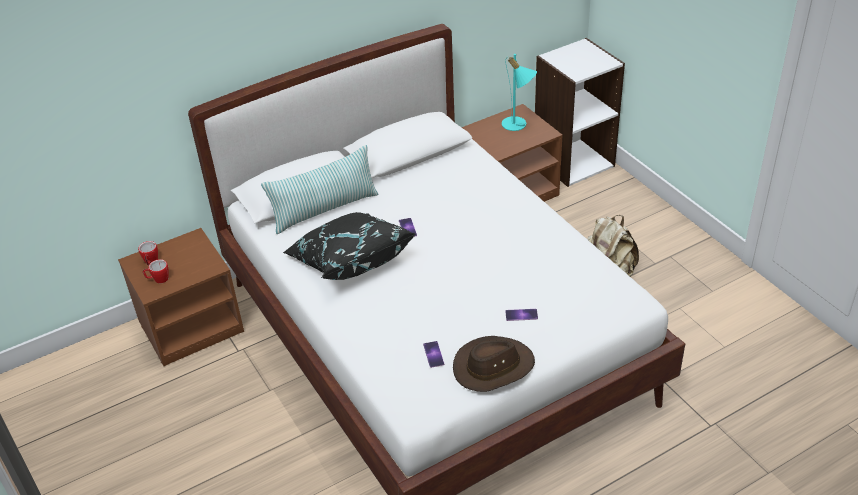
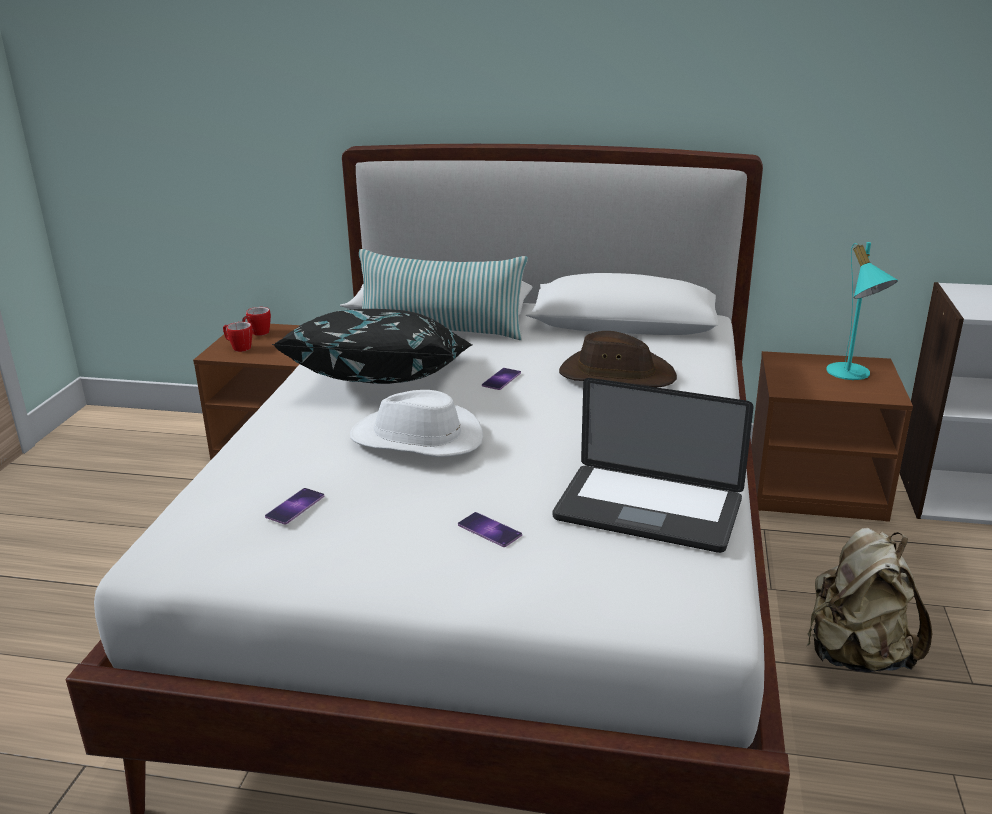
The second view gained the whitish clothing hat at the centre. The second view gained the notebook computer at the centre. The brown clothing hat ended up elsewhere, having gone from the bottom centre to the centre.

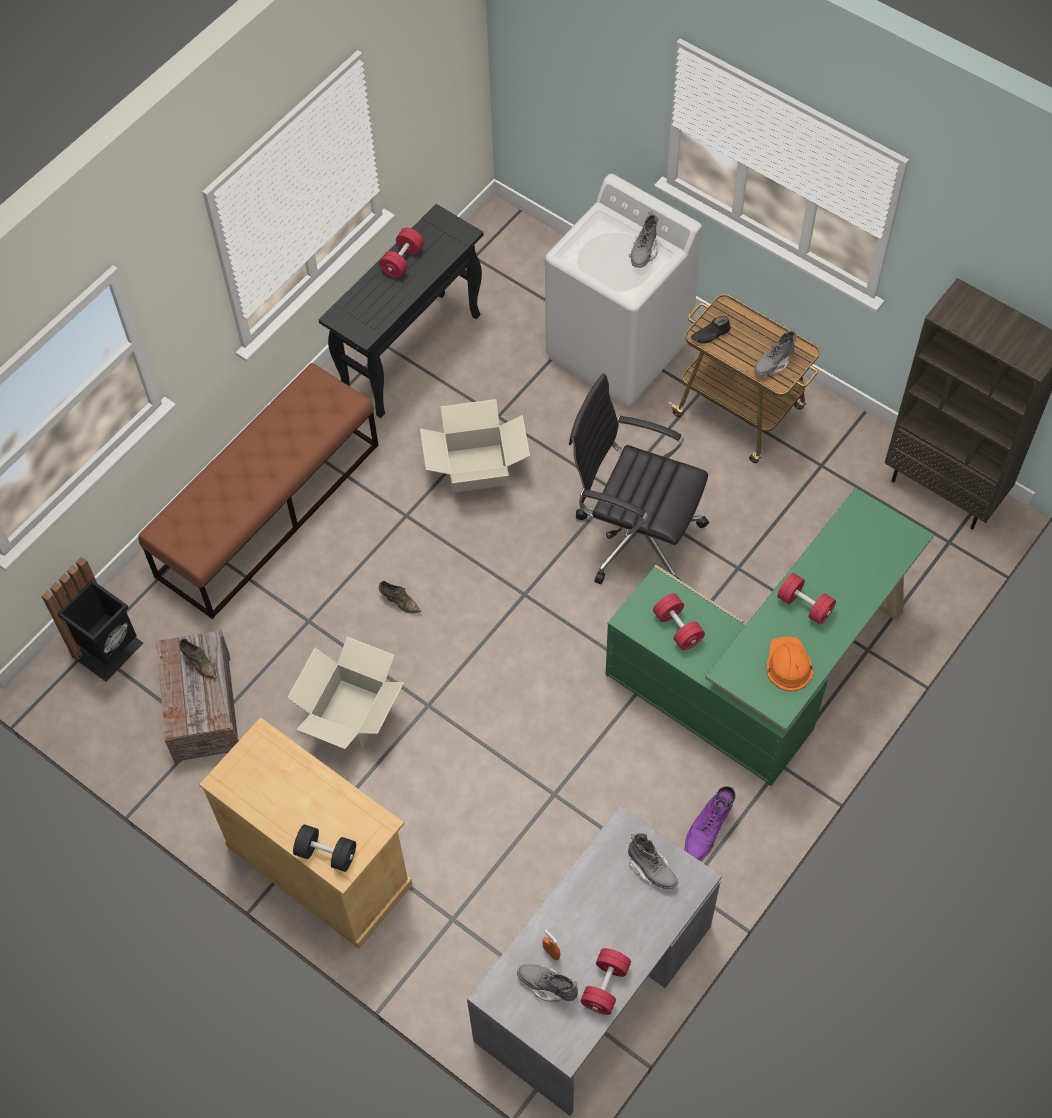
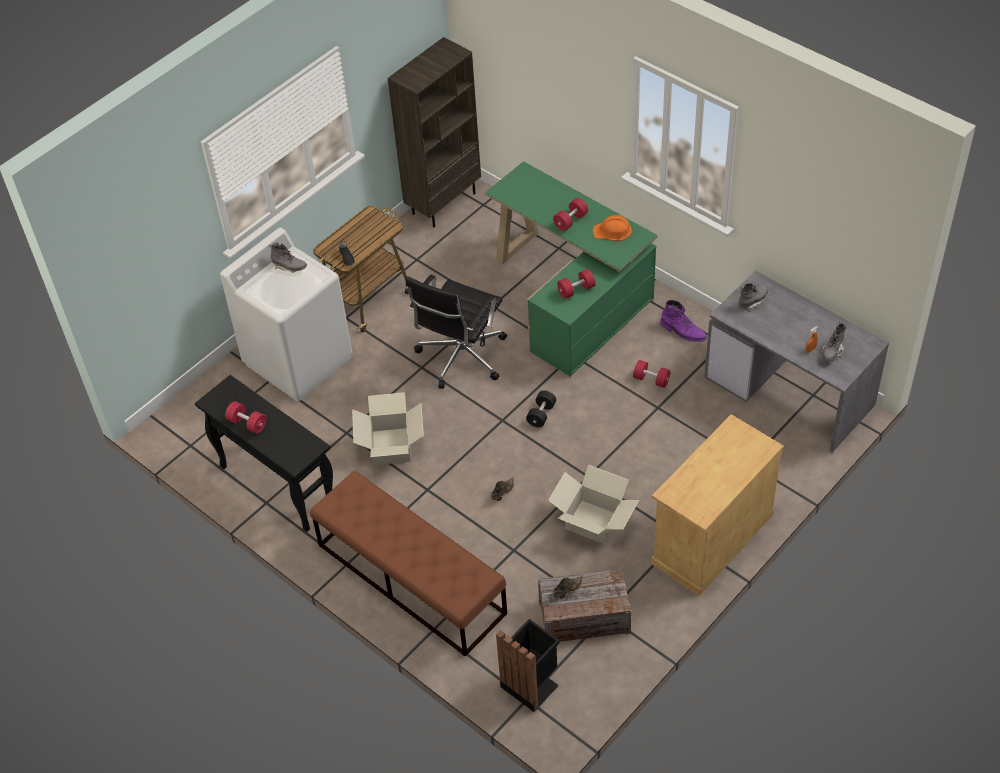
The second view lost the gray boot (4th from left) at the top right. The blackish free weight ended up elsewhere, having gone from the bottom left to the centre. The red-coloured free weight (2nd from left in the first image) ended up elsewhere, having gone from the bottom centre to the centre.

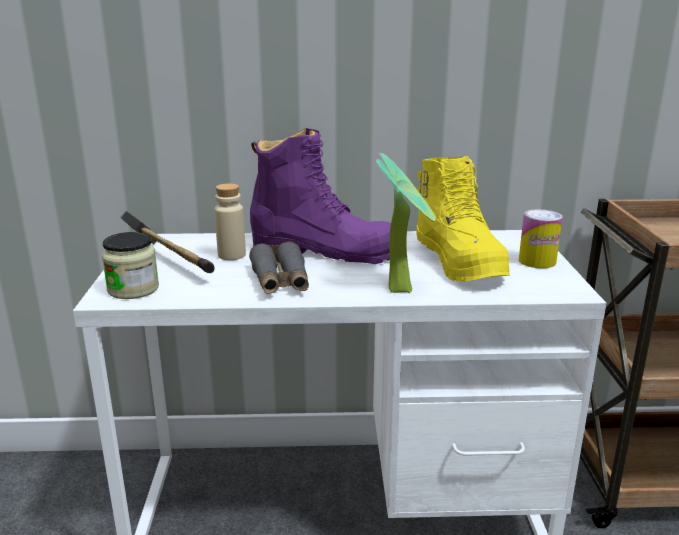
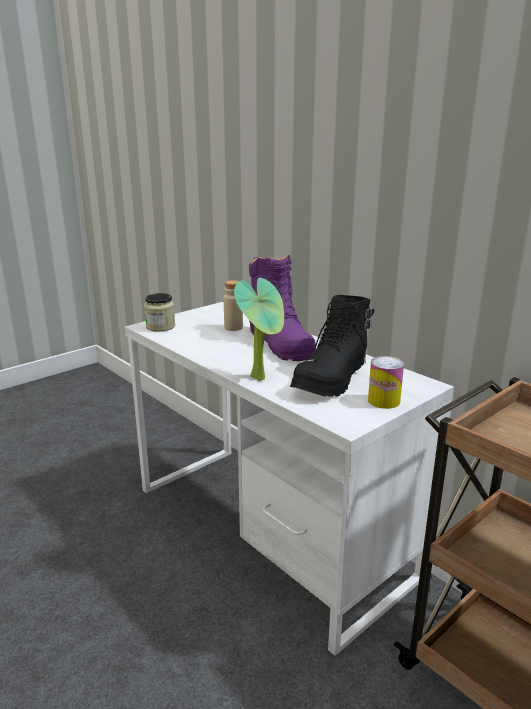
The second view lost the hand hammer at the middle left. The second view lost the gray binoculars at the centre. What was the yellow boot at the middle right turned into the blackish boot at the centre.

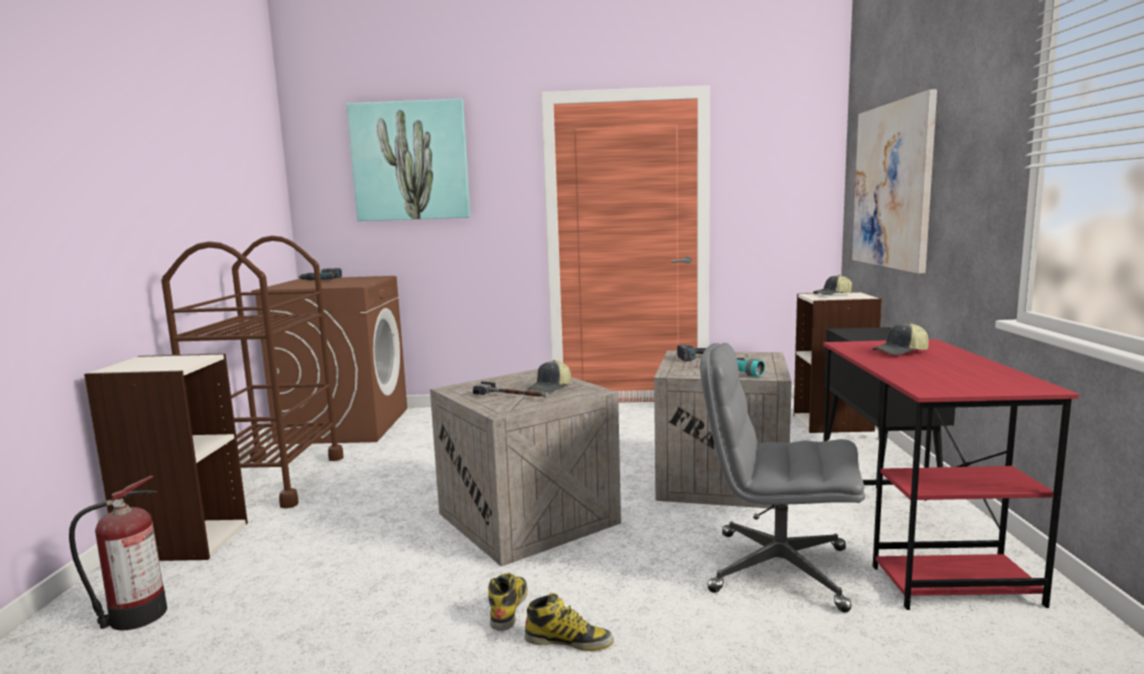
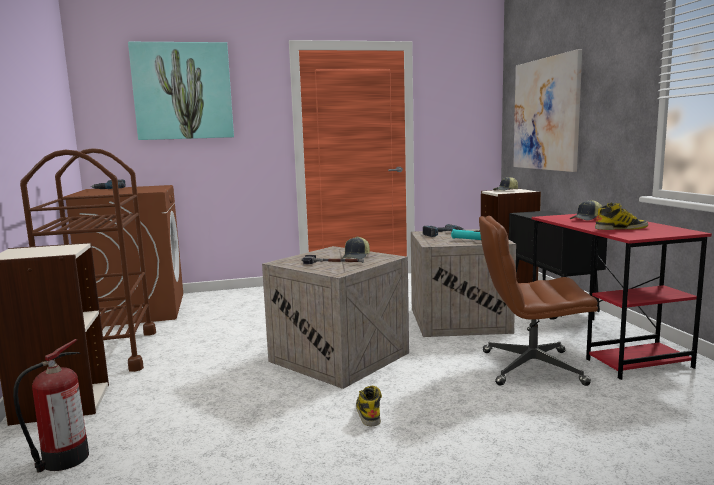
The boot (2nd from left) ended up elsewhere, having gone from the bottom centre to the middle right. What was the gray desk chair at the bottom right turned into the brown desk chair at the middle right.

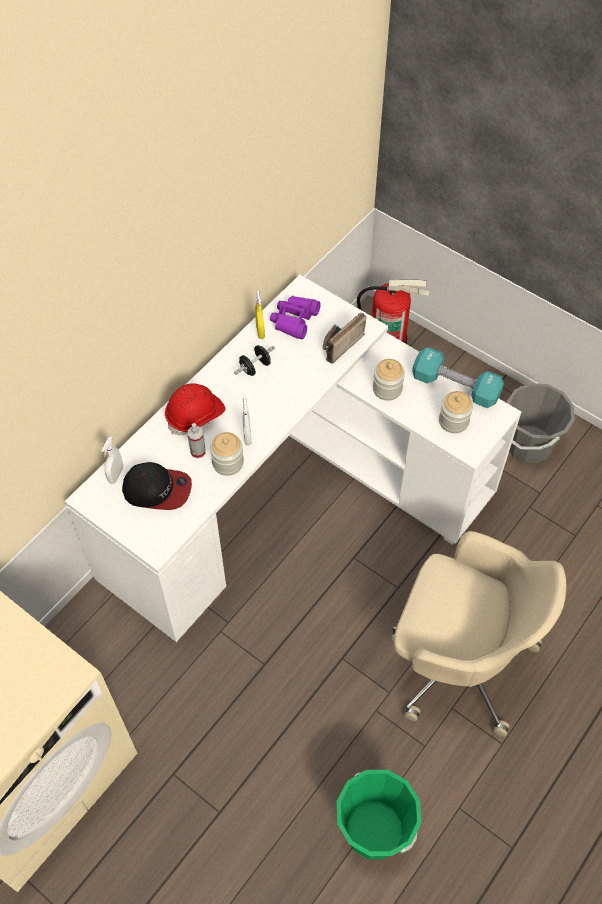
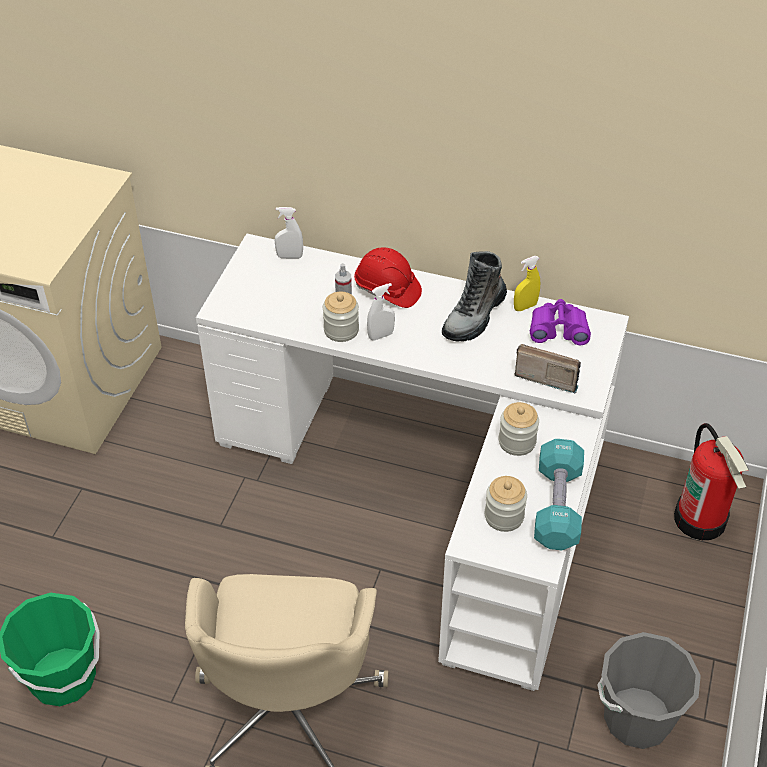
The second view lost the peaked cap at the middle left. Where the blackish free weight stood at the centre, the boot came to stand at the centre.

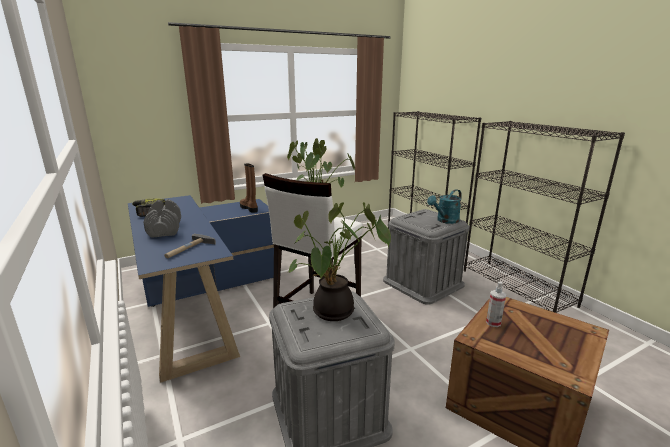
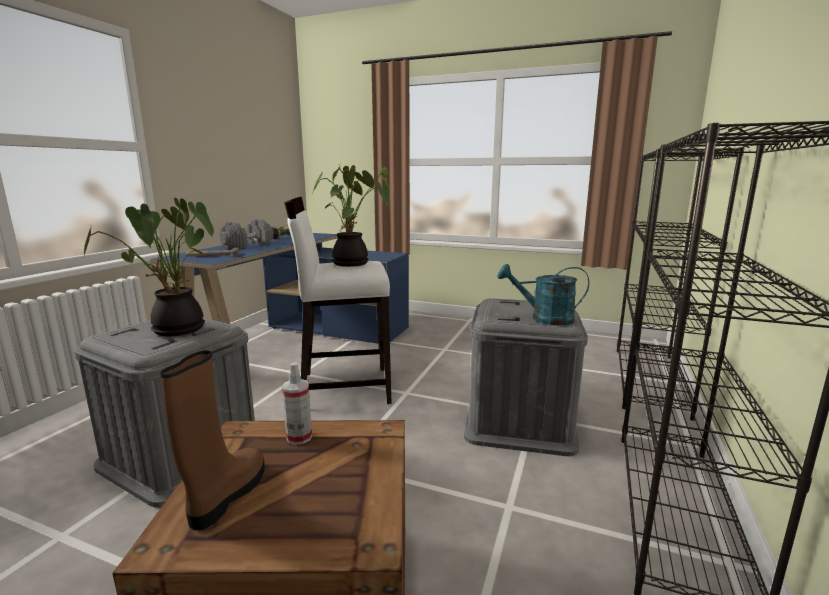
The brown boot ended up elsewhere, having gone from the centre to the bottom left.

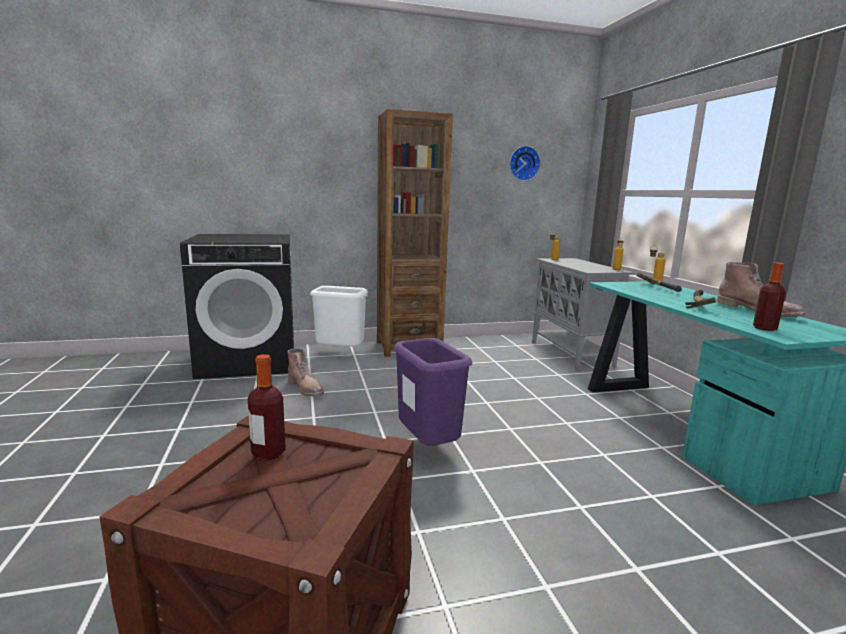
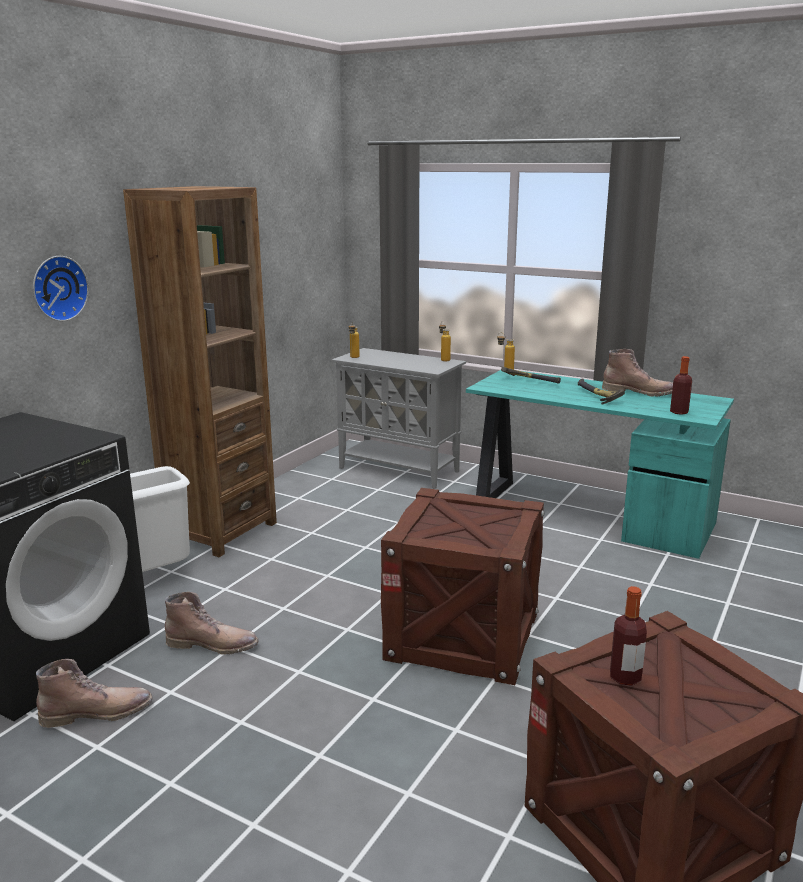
The second view gained the brown boot (1st from left) at the bottom left. The wall clock ended up elsewhere, having gone from the top centre to the top left. Where the purple rubbish bin stood at the centre, the shipping crate (1st from left) came to stand at the centre.

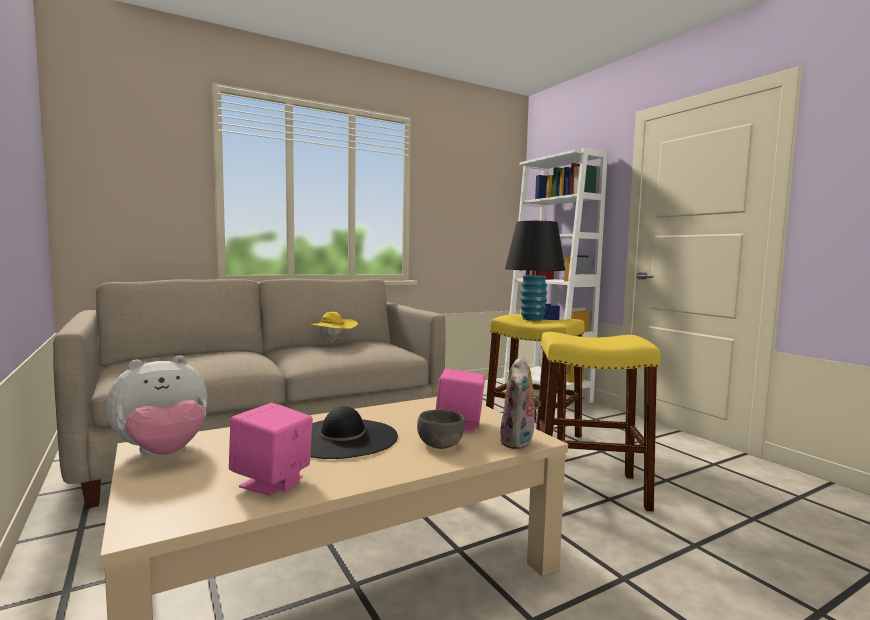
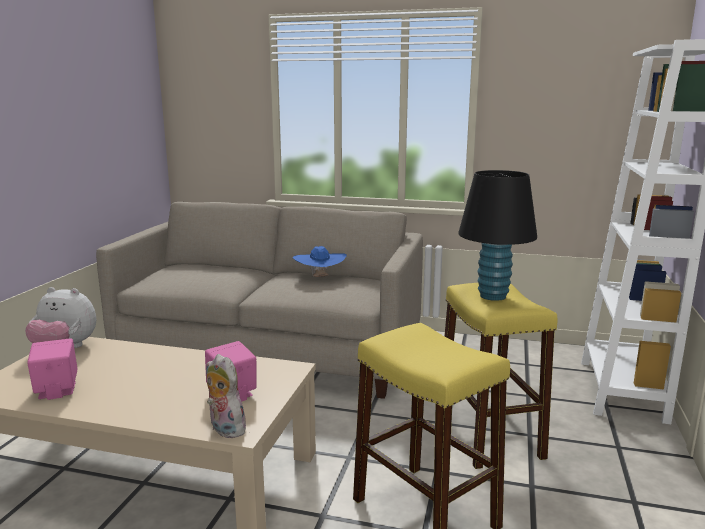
The second view lost the blackish clothing hat at the bottom centre. The second view lost the gray bowl at the bottom centre. What was the yellow clothing hat at the centre turned into the blue-coloured clothing hat at the centre. The plush toy (2nd from left) at the centre ended up facing another way, 75 degrees clockwise from before.

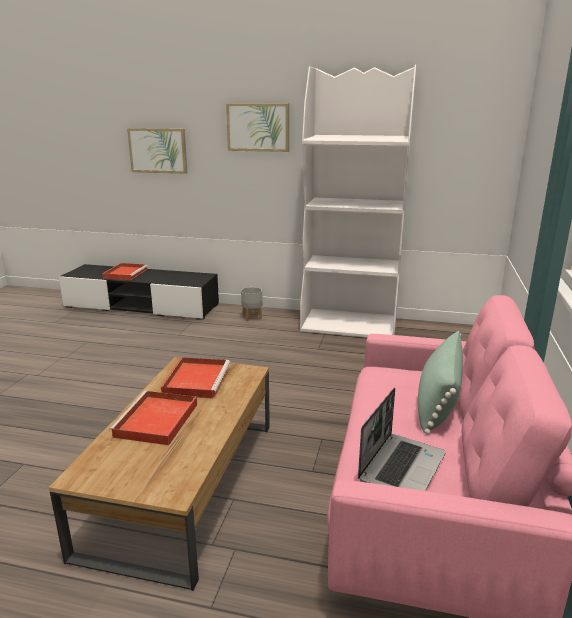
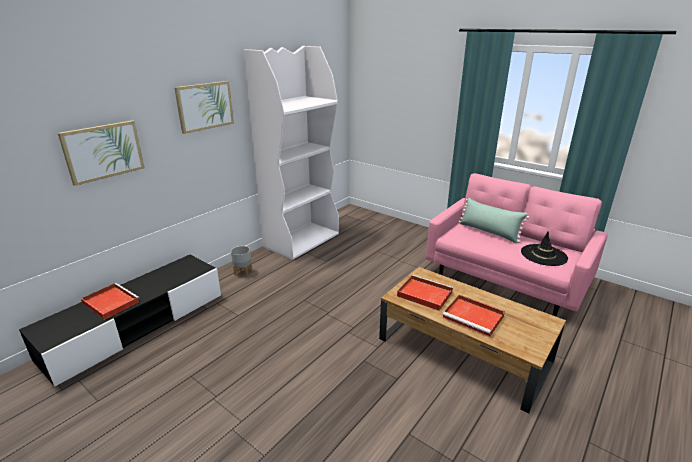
Where the notebook computer stood at the bottom right, the blackish clothing hat came to stand at the middle right.

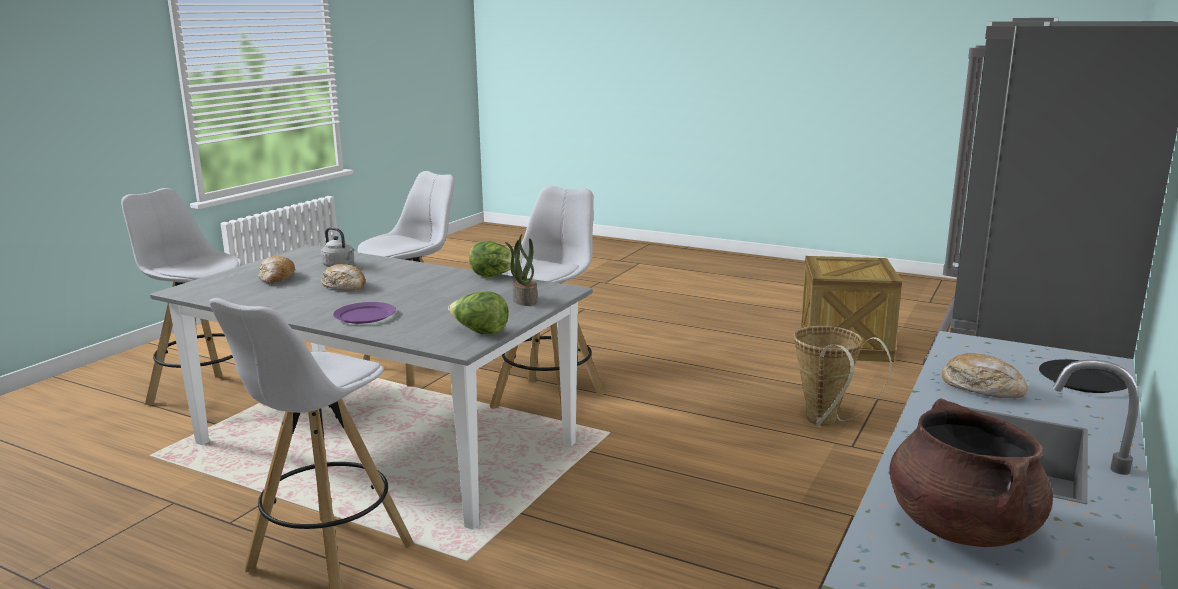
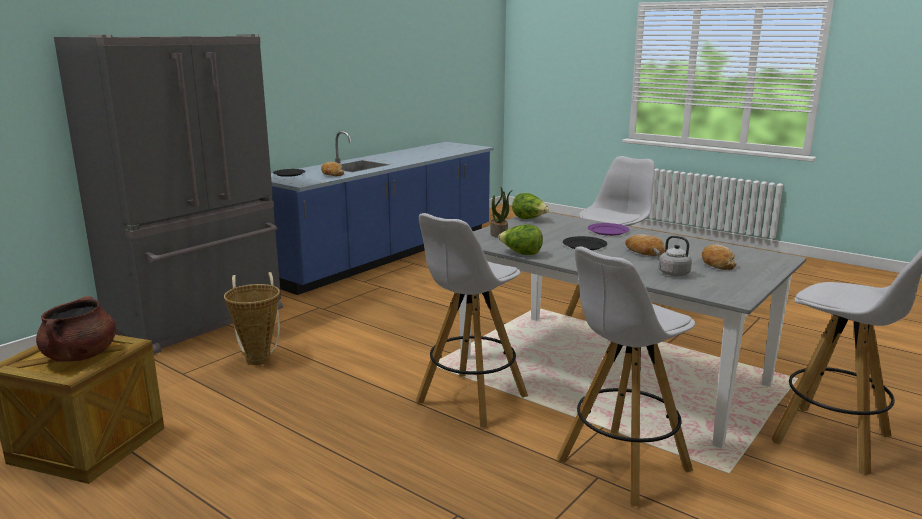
The second view gained the blackish plate (2nd from left) at the centre. The brown stockpot ended up elsewhere, having gone from the bottom right to the middle left.

